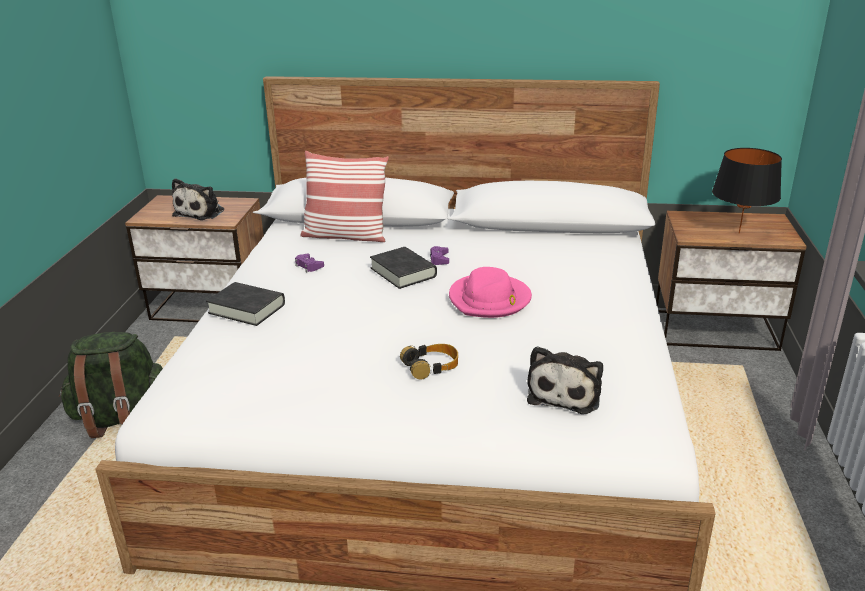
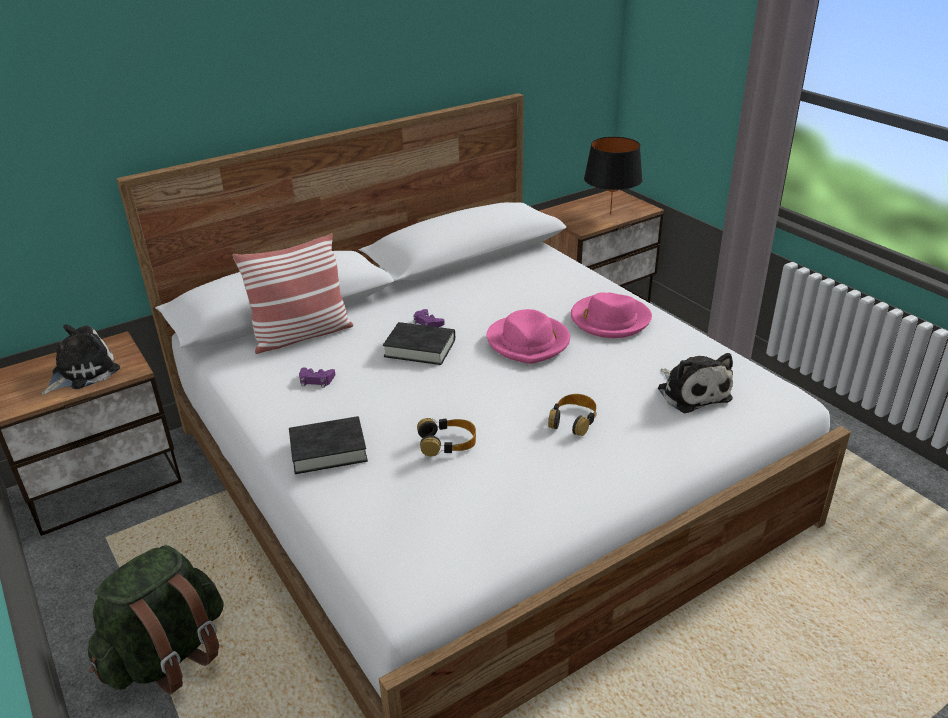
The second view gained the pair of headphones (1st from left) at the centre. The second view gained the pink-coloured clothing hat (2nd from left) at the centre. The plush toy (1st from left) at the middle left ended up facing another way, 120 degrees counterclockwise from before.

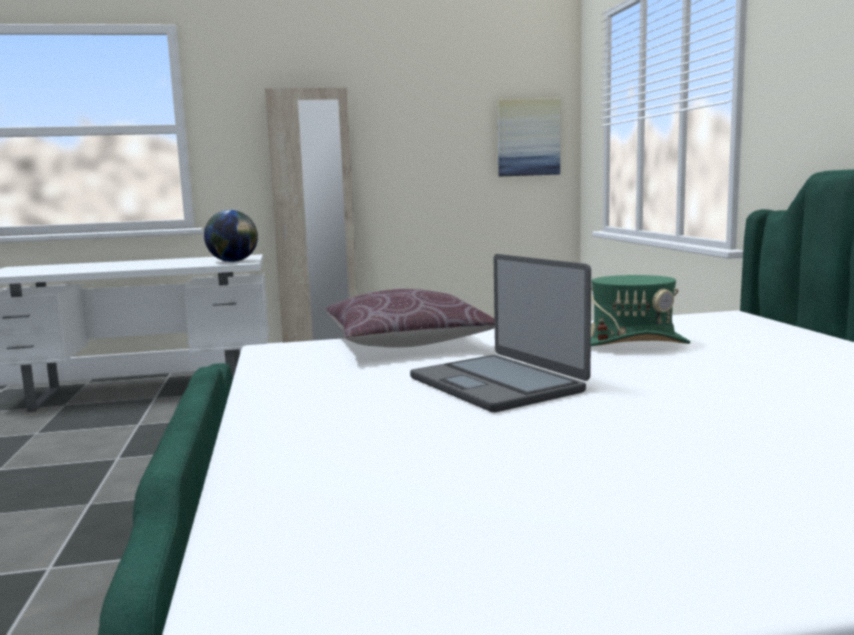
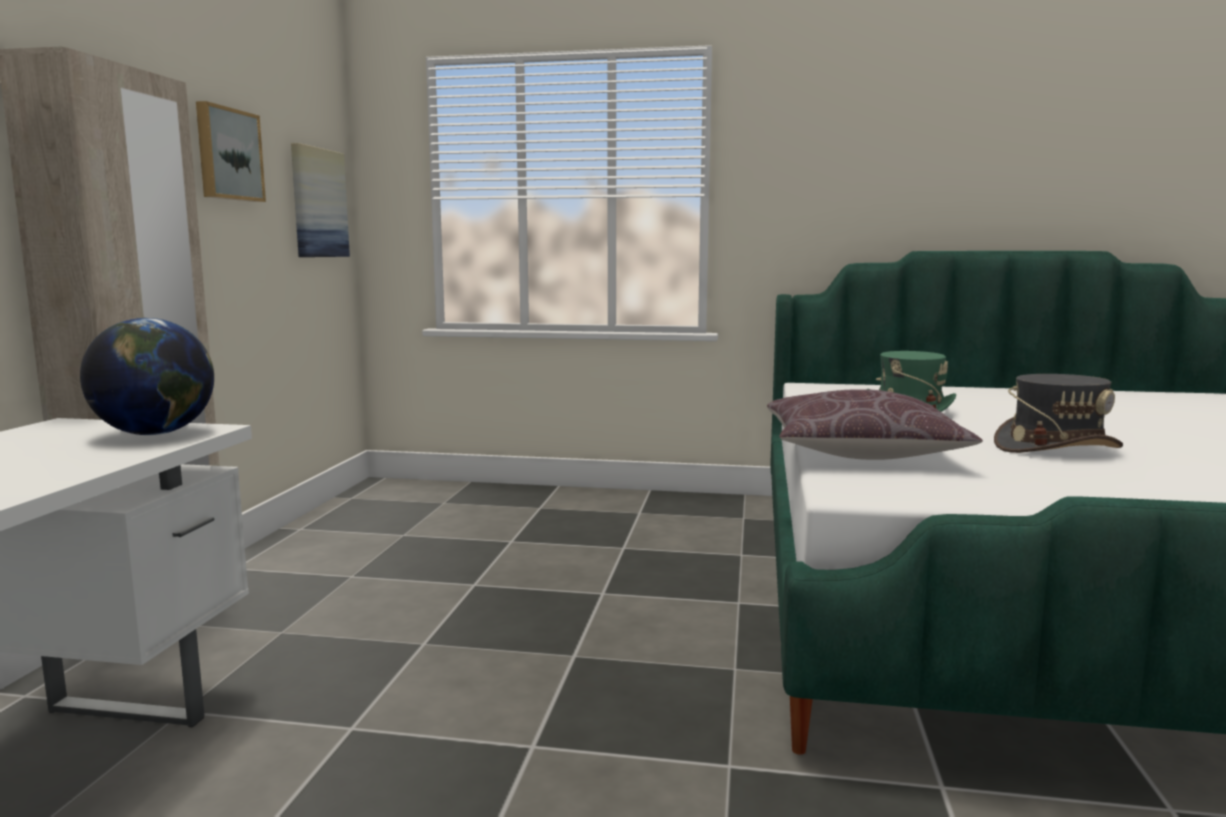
The second view gained the wall picture (1st from left) at the top left. Where the notebook computer stood at the centre, the gray clothing hat came to stand at the middle right.

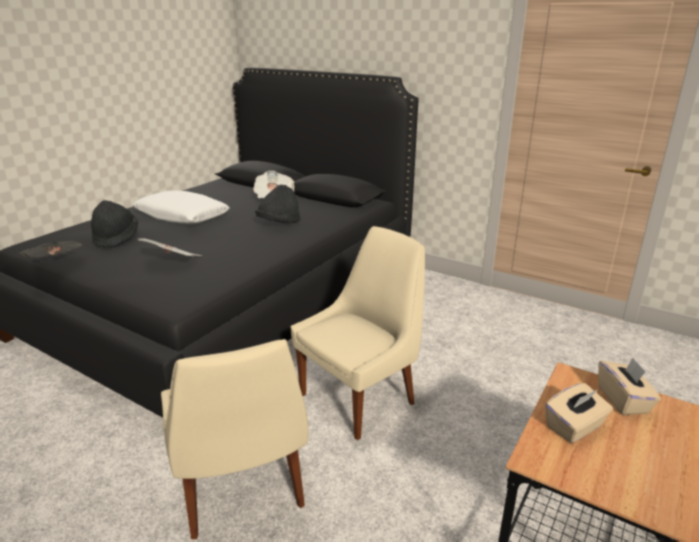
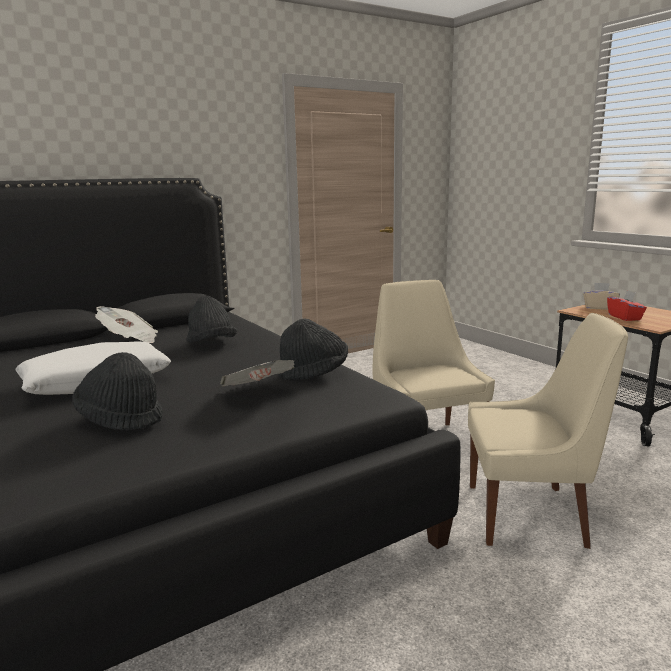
The second view lost the printed paper (1st from left) at the middle left. The second view gained the blackish clothing hat (3rd from left) at the centre. What was the sand-coloured tissue holder (1st from left) at the bottom right turned into the red-coloured tissue holder at the middle right.

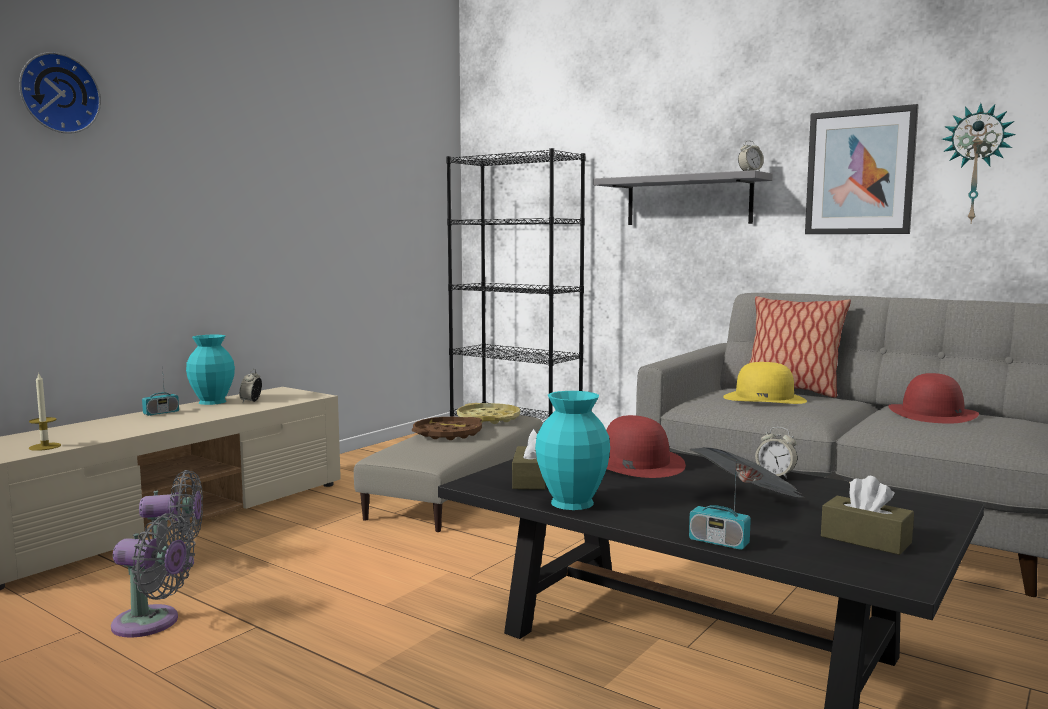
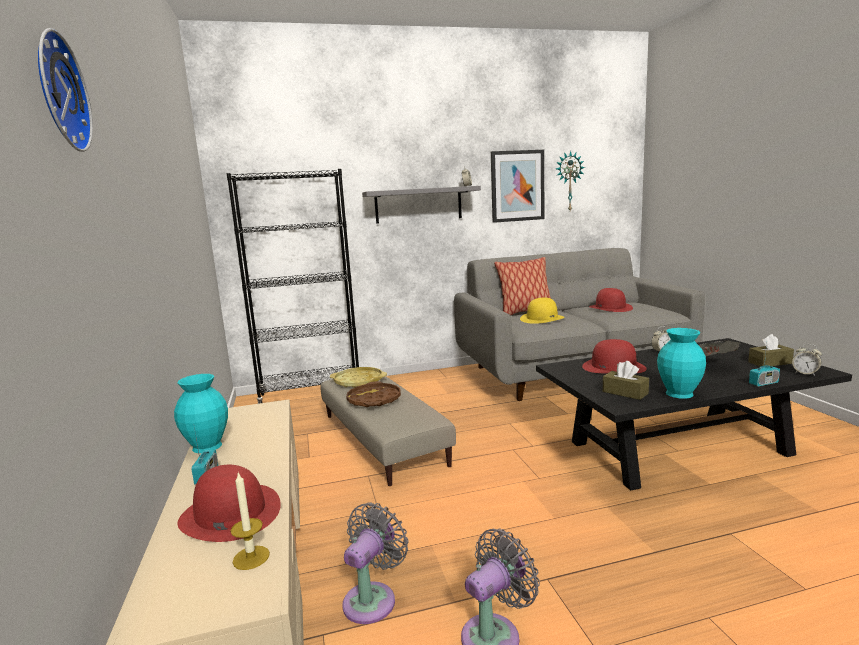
The second view gained the red-coloured clothing hat (1st from left) at the bottom left. The bedside clock (1st from left in the first image) ended up elsewhere, having gone from the middle left to the middle right.

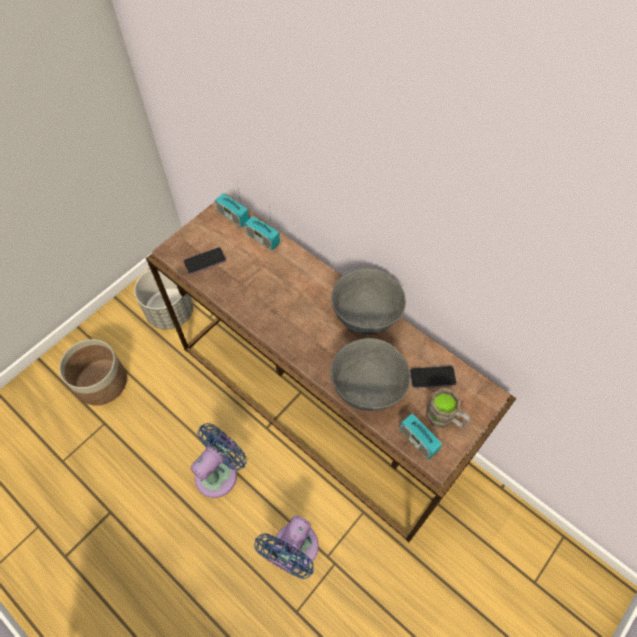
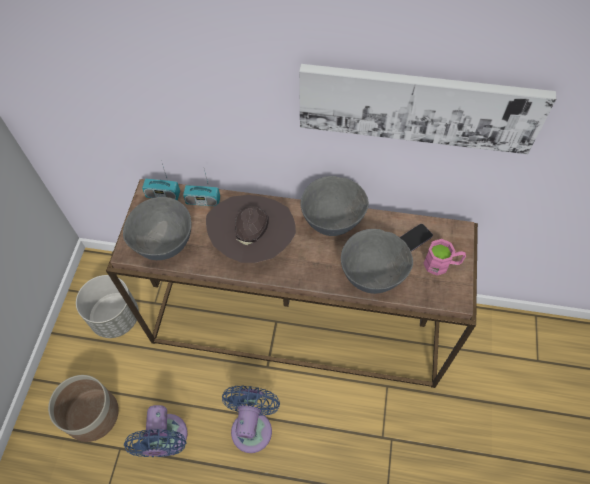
The second view lost the radio set (3rd from left) at the bottom centre. The second view gained the brown clothing hat at the centre. The second view gained the wall picture at the top right. The blue-coloured cooling fan (2nd from left in the first image) ended up elsewhere, having gone from the bottom centre to the bottom left. Where the phone (1st from left) stood at the middle left, the gray bowl (1st from left) came to stand at the middle left. What was the brown coffee mug at the middle right turned into the pink-coloured coffee mug at the middle right.

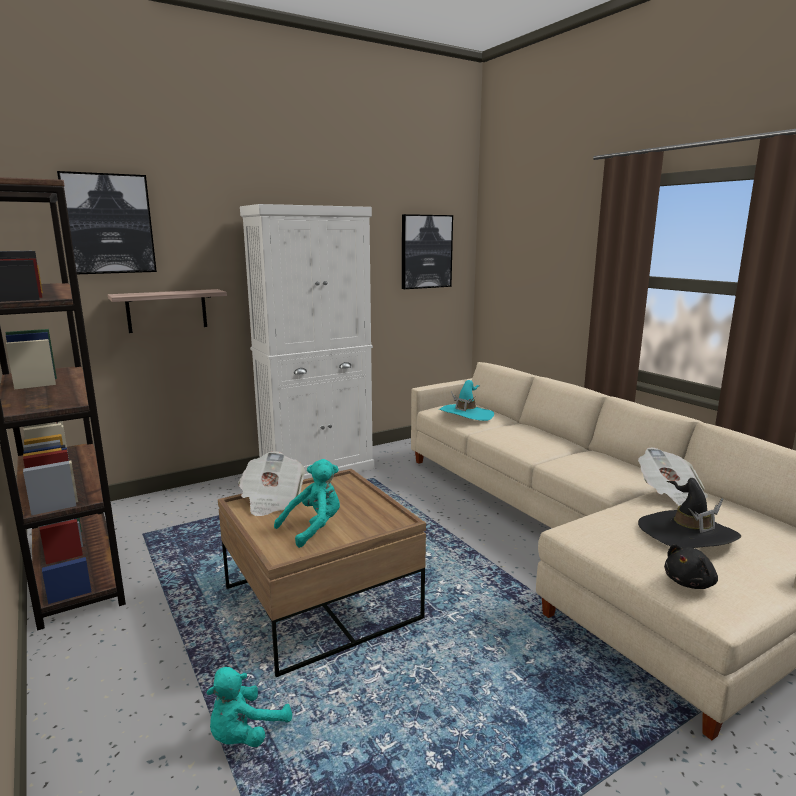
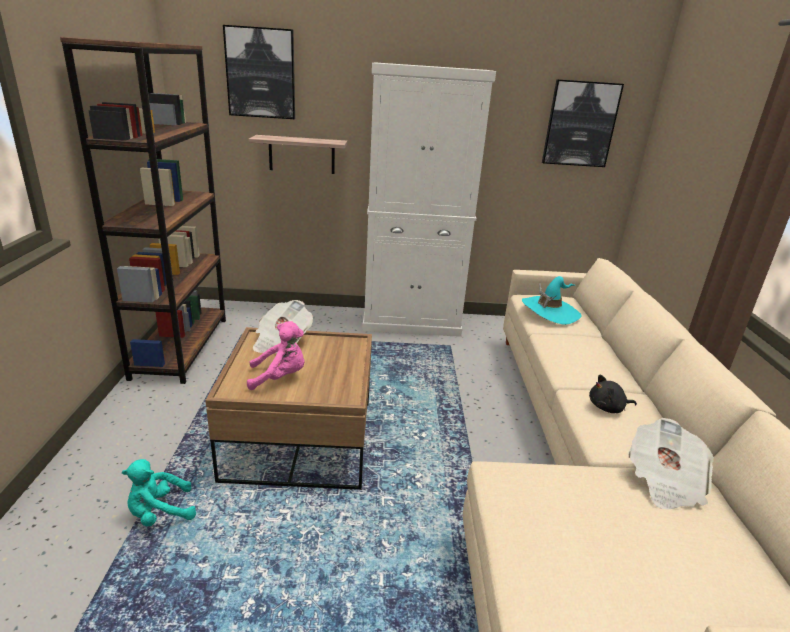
The second view lost the blackish clothing hat at the middle right. The blackish plush toy ended up elsewhere, having gone from the bottom right to the middle right. What was the blue-green plush toy (2nd from left) at the centre turned into the pink-coloured plush toy at the centre.

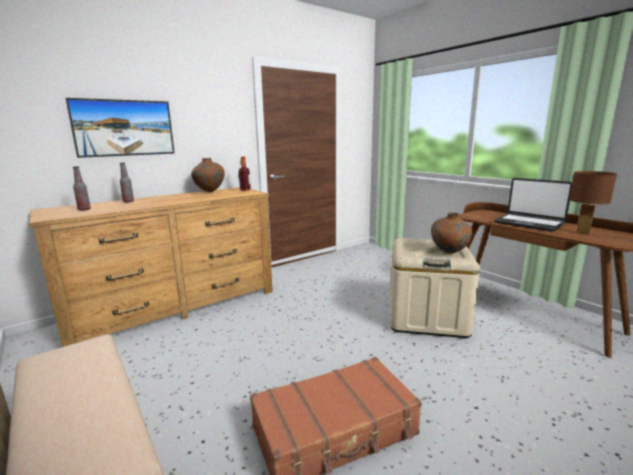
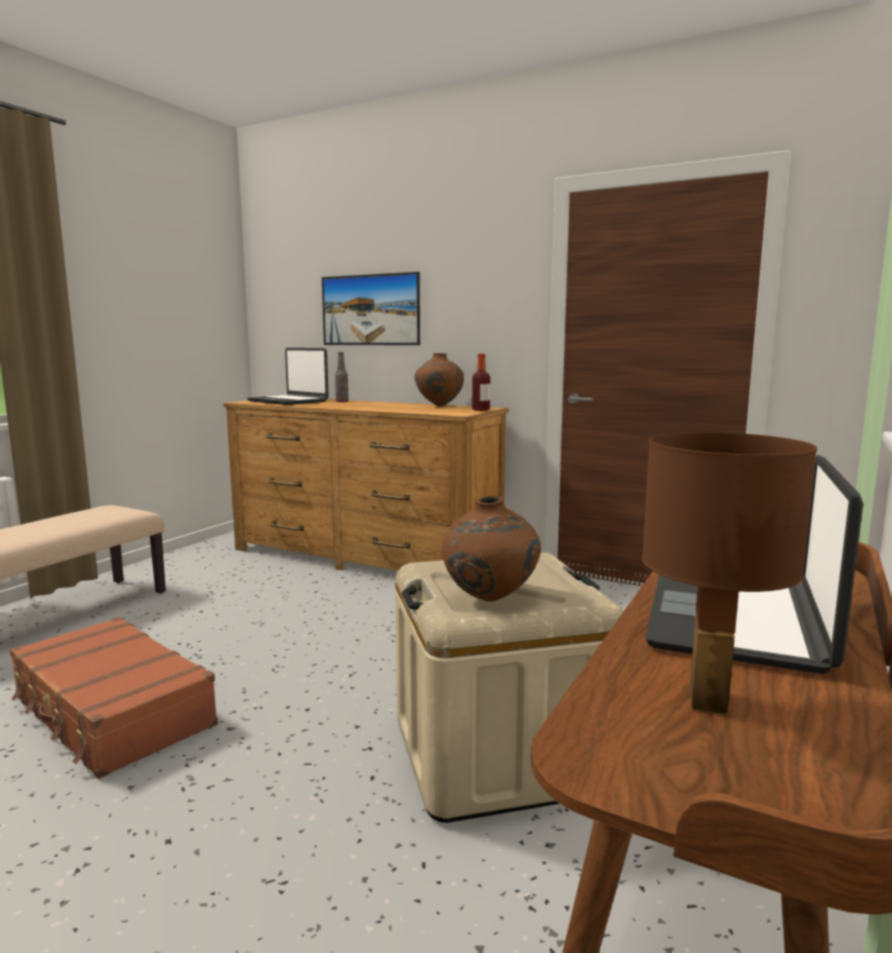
Where the bottle (1st from left) stood at the middle left, the notebook computer (1st from left) came to stand at the middle left.

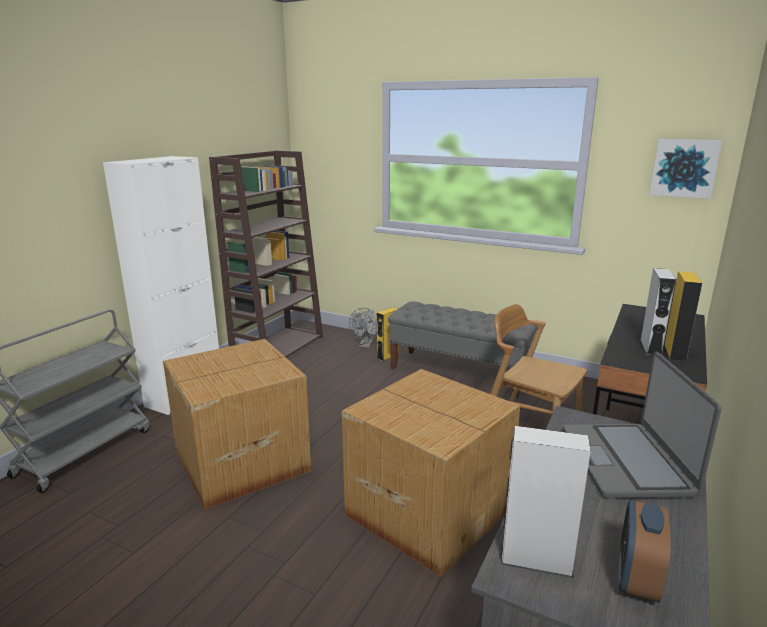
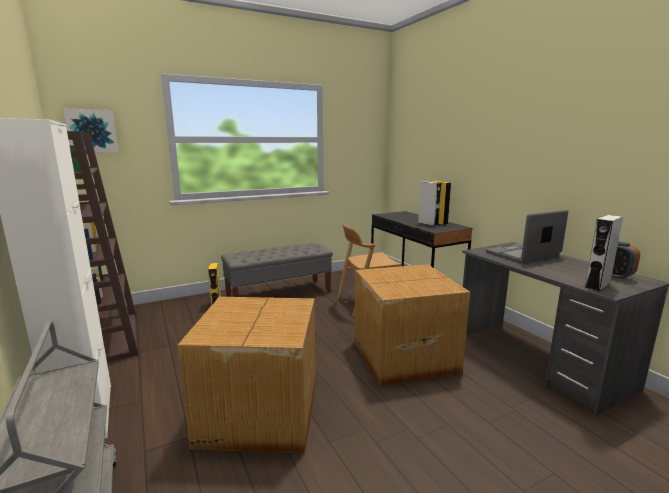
The second view lost the gray cooling fan at the centre. The wall picture ended up elsewhere, having gone from the top right to the top left. The notebook computer at the bottom right ended up facing another way, 120 degrees clockwise from before.

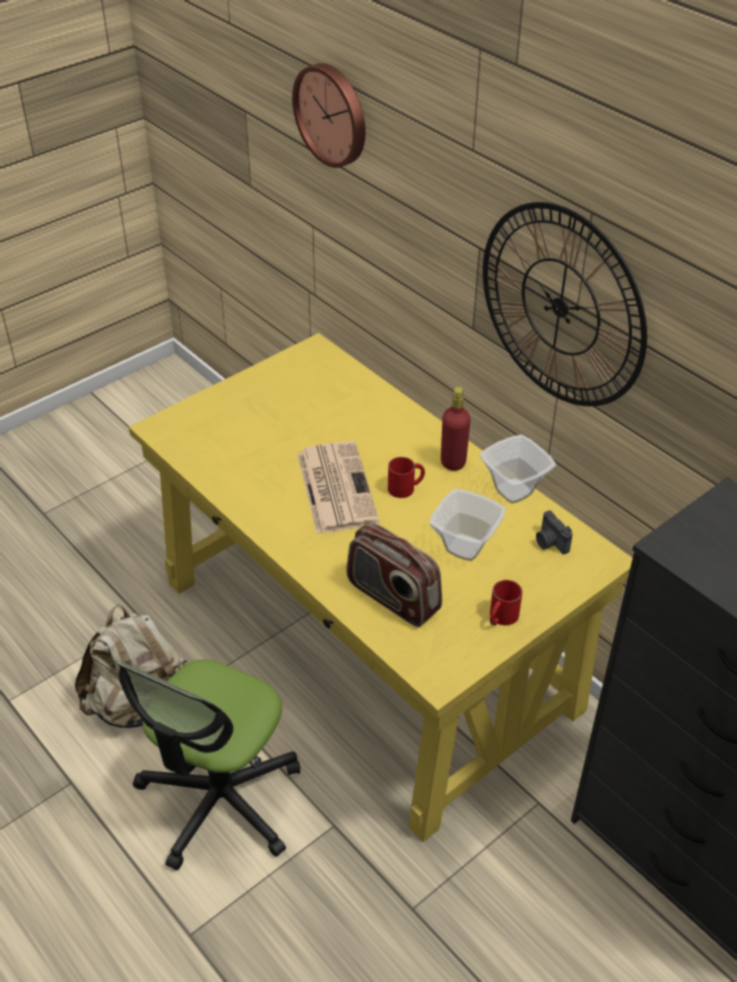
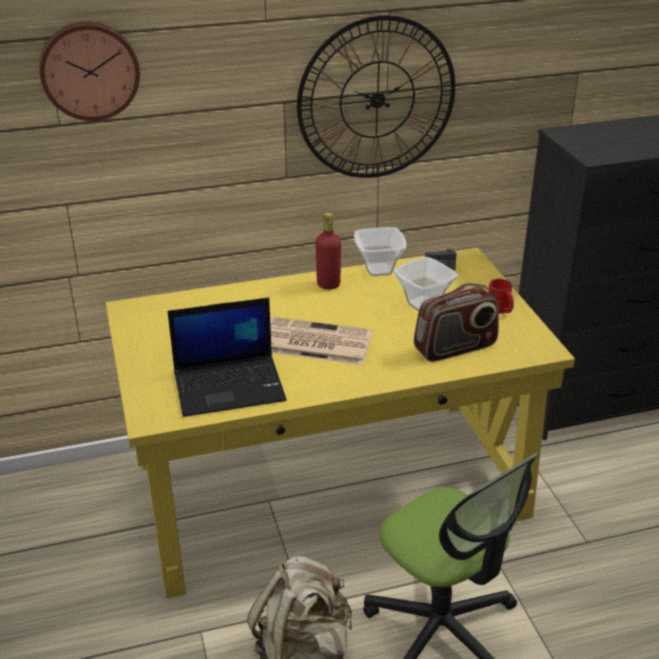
The second view lost the red-coloured coffee mug (1st from left) at the centre. The second view gained the notebook computer at the centre.

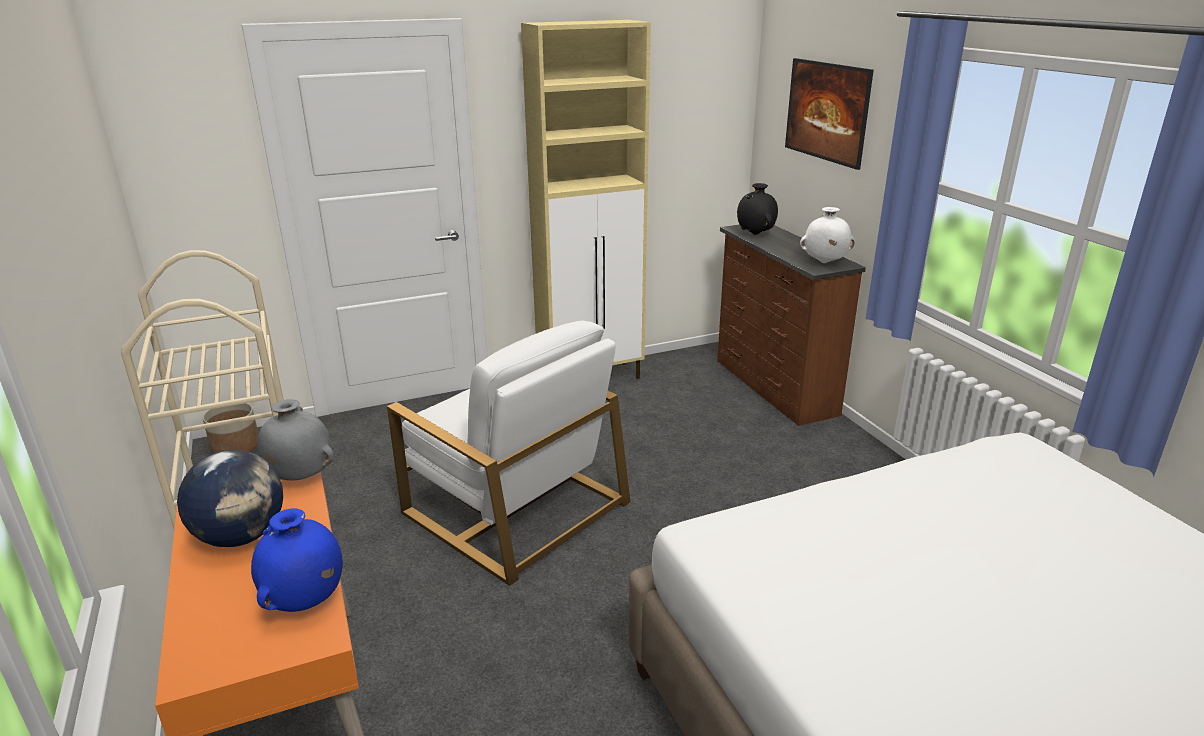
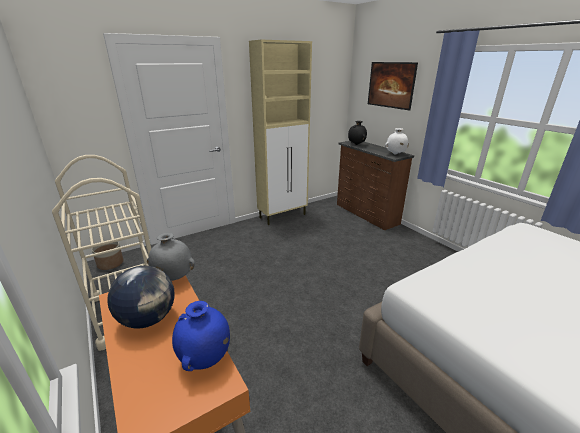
The second view lost the whitish armchair at the centre.

